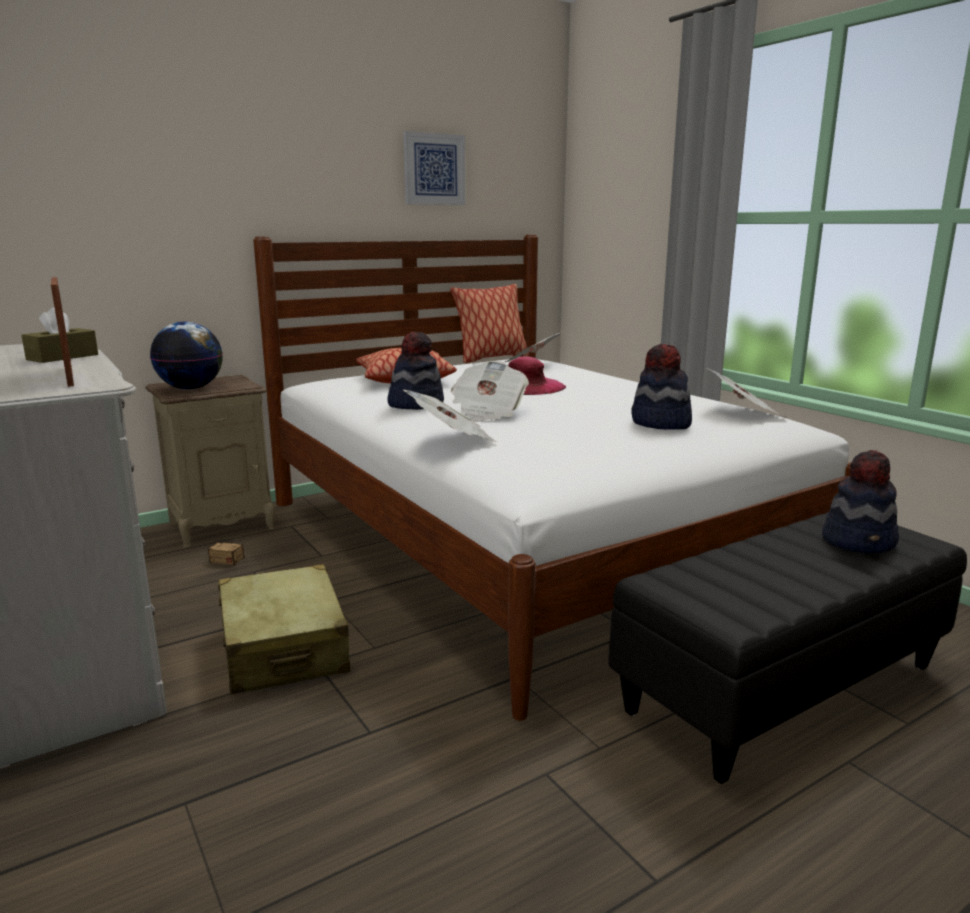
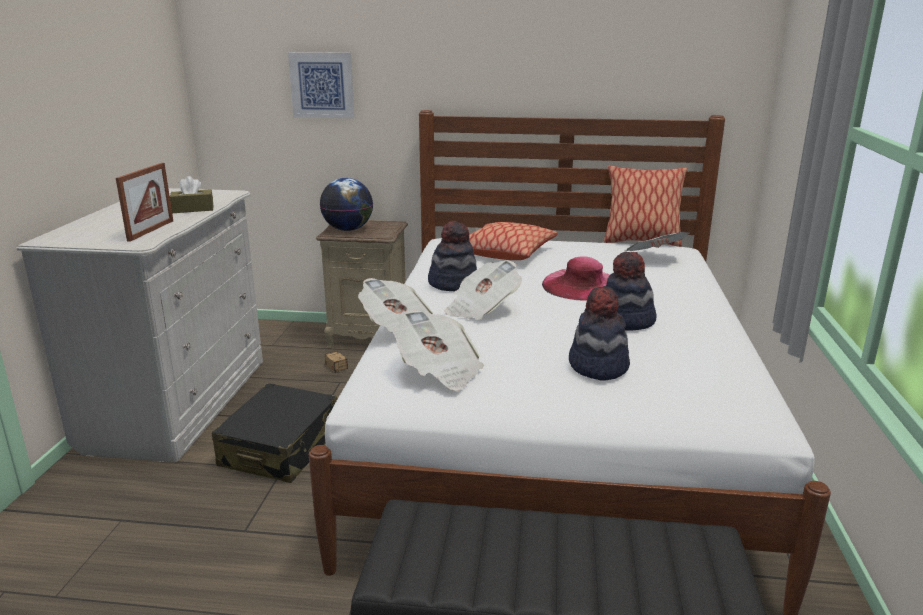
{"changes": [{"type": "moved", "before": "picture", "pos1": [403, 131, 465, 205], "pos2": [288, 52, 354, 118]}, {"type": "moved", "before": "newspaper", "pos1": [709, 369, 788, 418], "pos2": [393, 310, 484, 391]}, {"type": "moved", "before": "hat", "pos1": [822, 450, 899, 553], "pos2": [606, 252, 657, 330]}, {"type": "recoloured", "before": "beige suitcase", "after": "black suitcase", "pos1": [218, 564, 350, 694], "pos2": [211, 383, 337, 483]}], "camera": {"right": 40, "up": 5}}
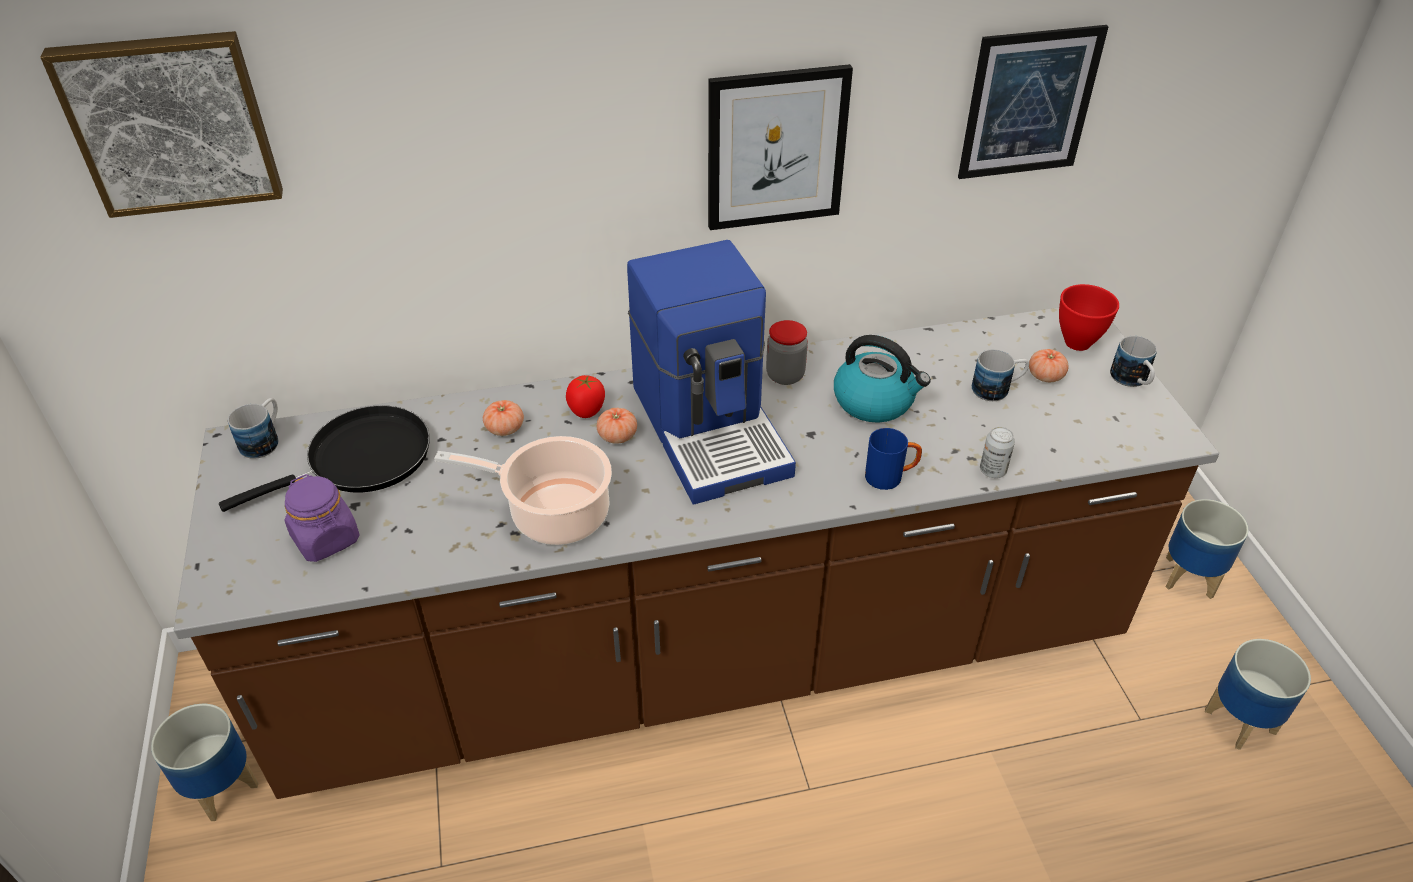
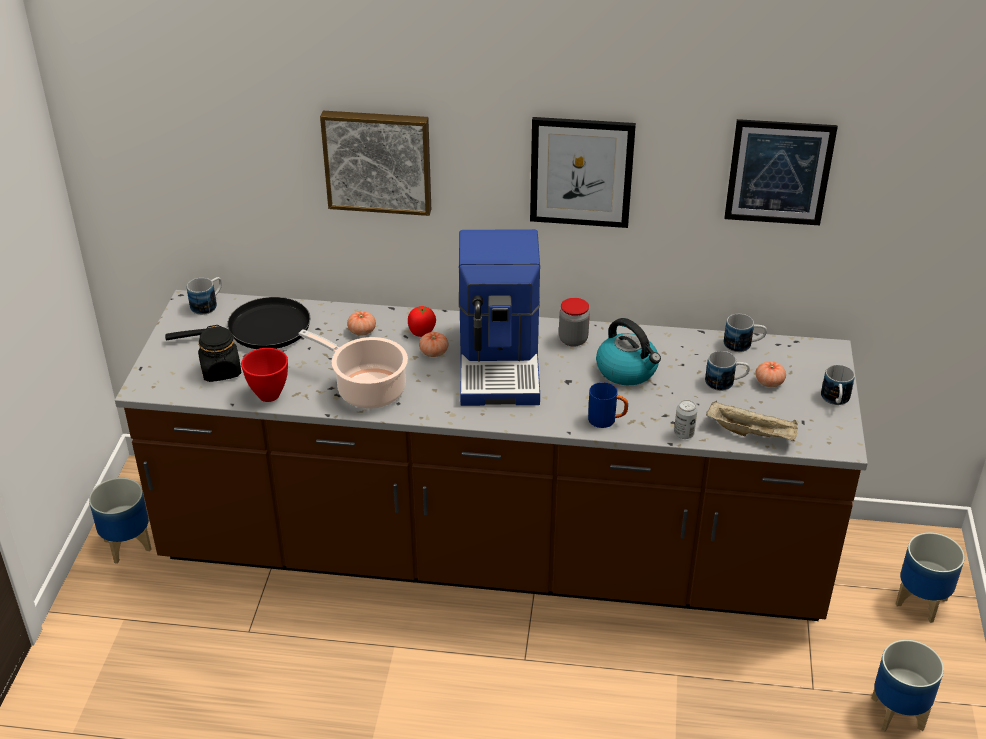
{"changes": [{"type": "moved", "before": "picture", "pos1": [40, 31, 283, 218], "pos2": [320, 111, 431, 216]}, {"type": "moved", "before": "red bowl", "pos1": [1059, 284, 1119, 351], "pos2": [241, 348, 288, 402]}, {"type": "recoloured", "before": "purple jar", "after": "black jar", "pos1": [285, 474, 360, 562], "pos2": [198, 325, 241, 382]}, {"type": "added", "after": "mug", "pos2": [724, 314, 767, 352]}, {"type": "added", "after": "beige tray", "pos2": [706, 401, 798, 441]}], "camera": {"right": 20, "up": -5}}
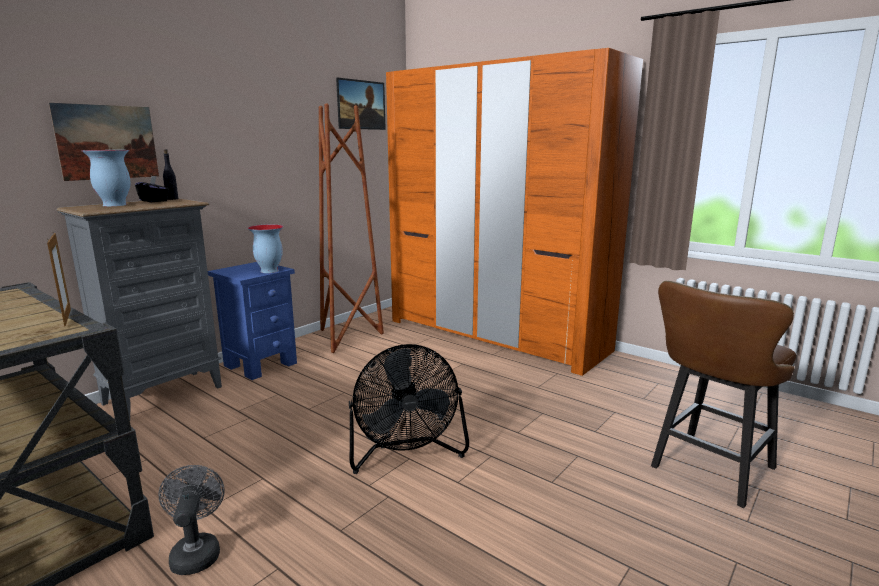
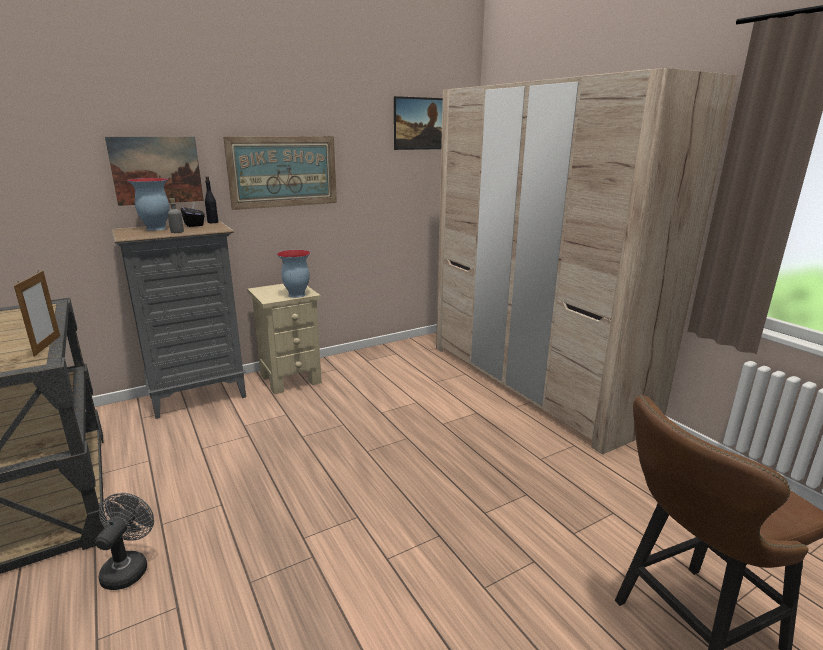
{"changes": [{"type": "recoloured", "before": "orange wardrobe", "after": "beige wardrobe", "pos1": [386, 48, 643, 376], "pos2": [436, 68, 738, 454]}, {"type": "removed", "before": "brown clothes rack", "pos1": [319, 103, 384, 353]}, {"type": "recoloured", "before": "blue nightstand", "after": "beige nightstand", "pos1": [208, 262, 297, 380], "pos2": [247, 284, 322, 395]}, {"type": "removed", "before": "black fan", "pos1": [349, 344, 469, 474]}, {"type": "added", "after": "picture", "pos2": [223, 136, 337, 210]}, {"type": "added", "after": "grey bottle", "pos2": [168, 198, 184, 233]}], "camera": {"right": 20, "up": 5}}
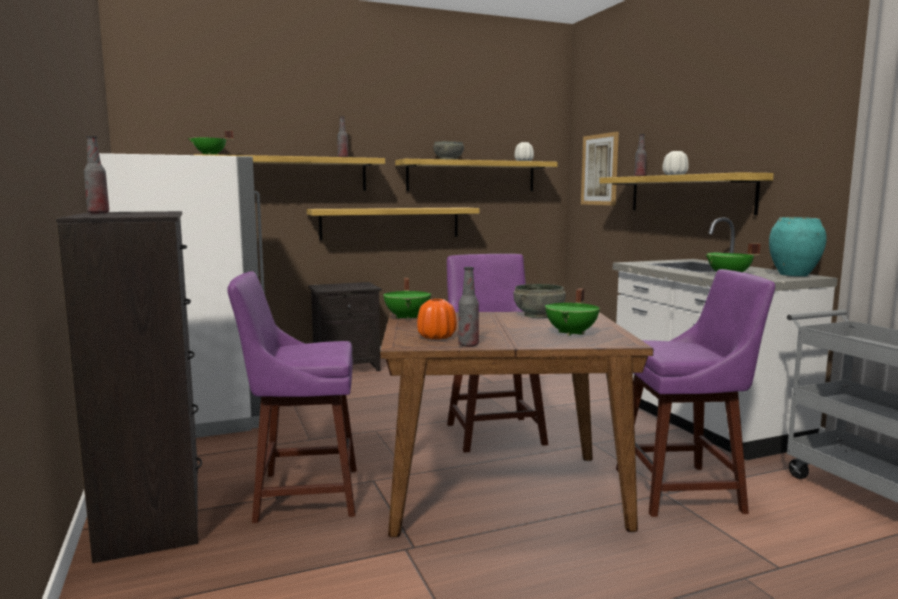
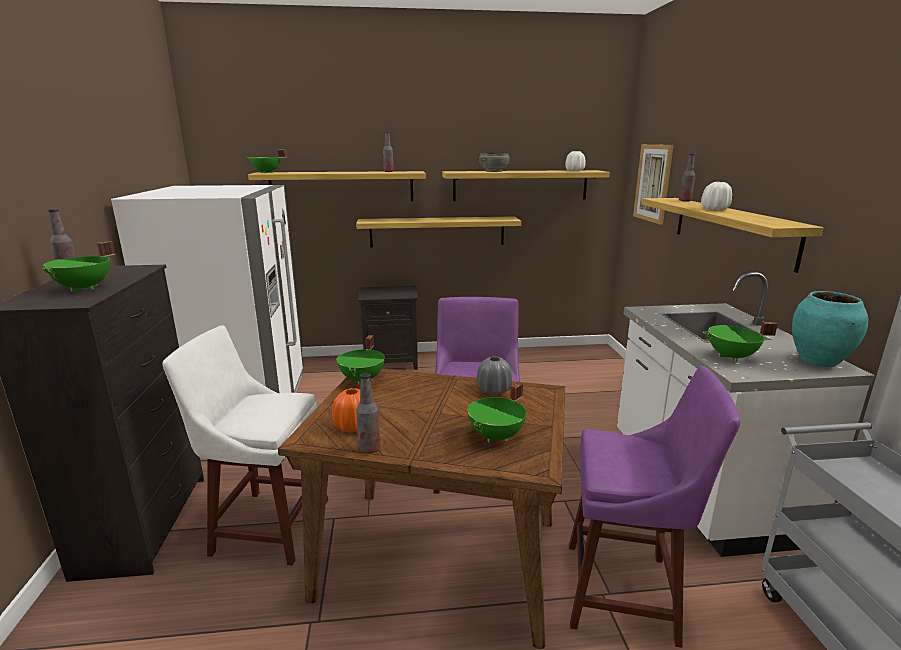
{"changes": [{"type": "recoloured", "before": "purple chair", "after": "white chair", "pos1": [227, 271, 357, 523], "pos2": [163, 326, 329, 565]}, {"type": "replaced", "before": "grey bowl", "after": "grey vase", "pos1": [514, 284, 566, 318], "pos2": [476, 356, 512, 395]}, {"type": "added", "after": "green cooking pot", "pos2": [41, 241, 115, 292]}], "camera": {"right": 15, "up": 10}}
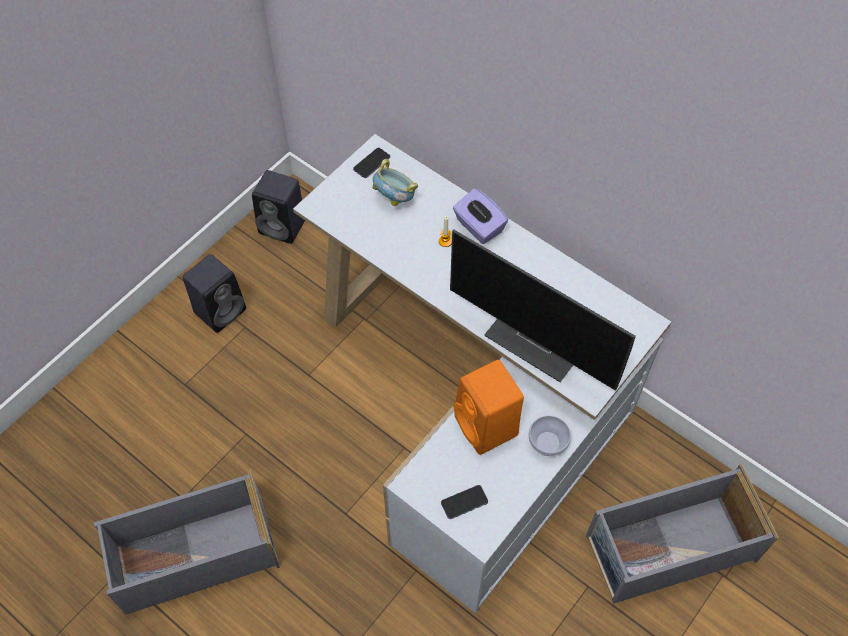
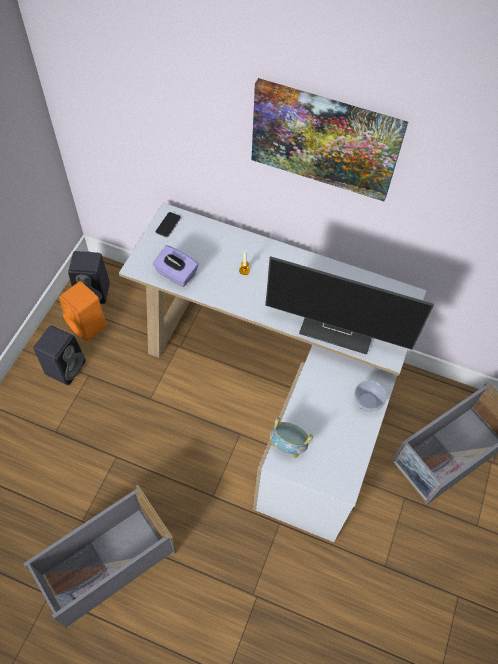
{"changes": [{"type": "moved", "before": "bowl", "pos1": [372, 159, 418, 206], "pos2": [270, 417, 313, 458]}, {"type": "moved", "before": "purple tissue box", "pos1": [453, 188, 508, 244], "pos2": [153, 245, 198, 287]}, {"type": "moved", "before": "orange speaker", "pos1": [454, 360, 524, 455], "pos2": [59, 281, 107, 341]}, {"type": "removed", "before": "phone", "pos1": [441, 485, 488, 519]}, {"type": "added", "after": "picture", "pos2": [252, 78, 408, 201]}], "camera": {"right": -20, "up": 0}}
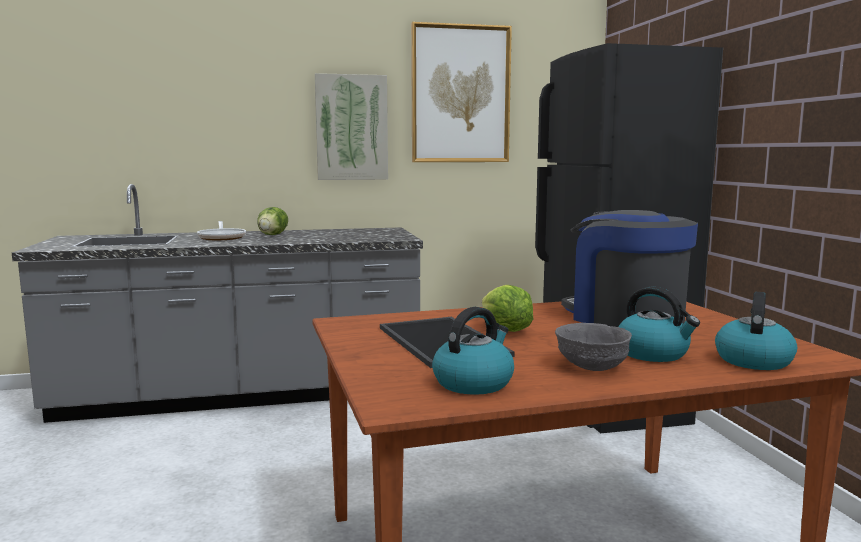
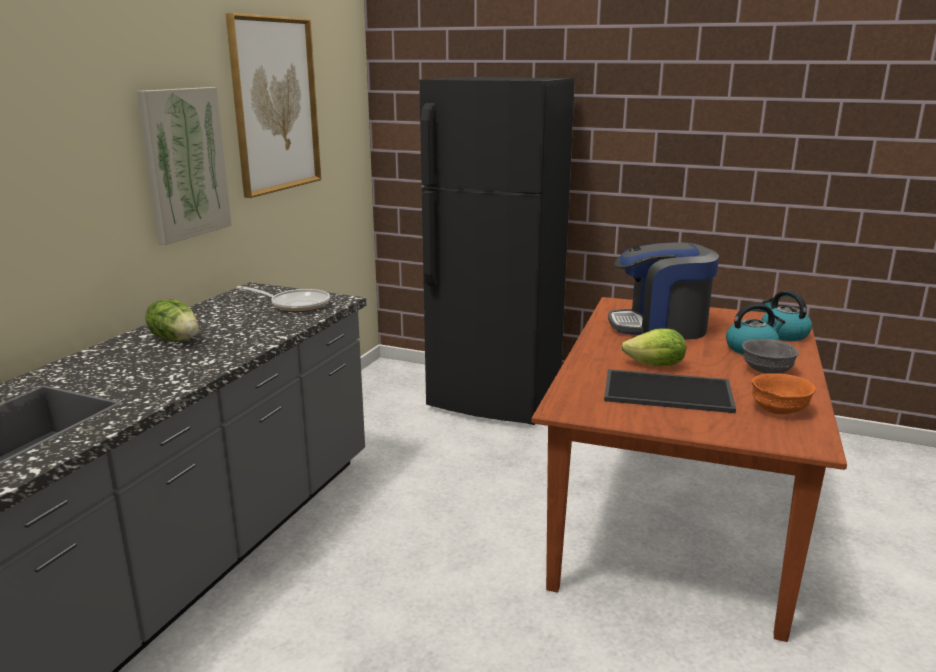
{"changes": [{"type": "moved", "before": "frying pan", "pos1": [197, 221, 246, 240], "pos2": [236, 286, 330, 312]}, {"type": "replaced", "before": "kettle", "after": "orange bowl", "pos1": [432, 307, 514, 395], "pos2": [752, 373, 816, 414]}], "camera": {"right": -55, "up": 10}}
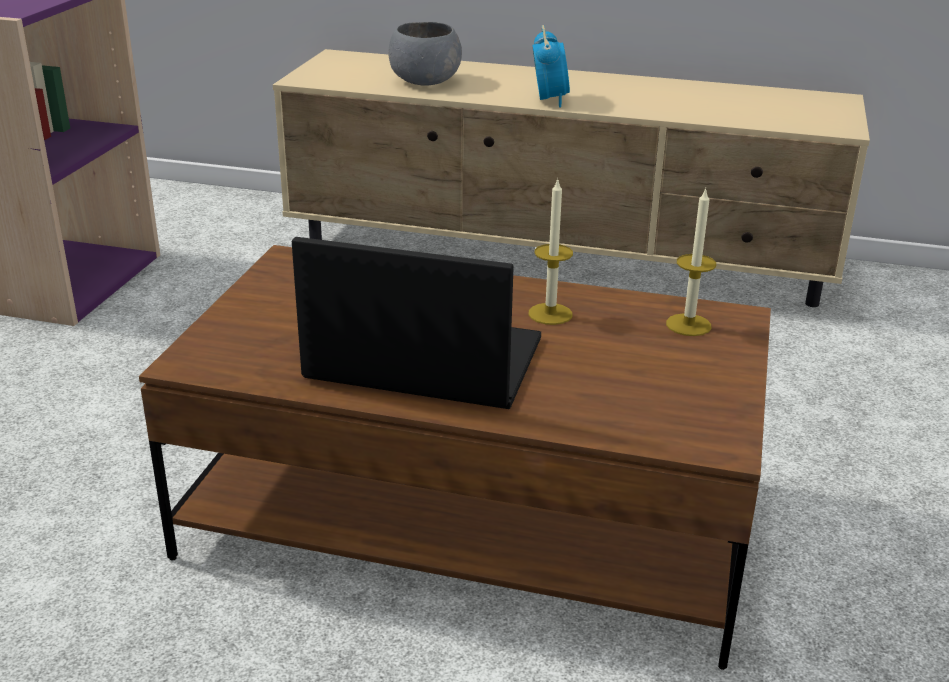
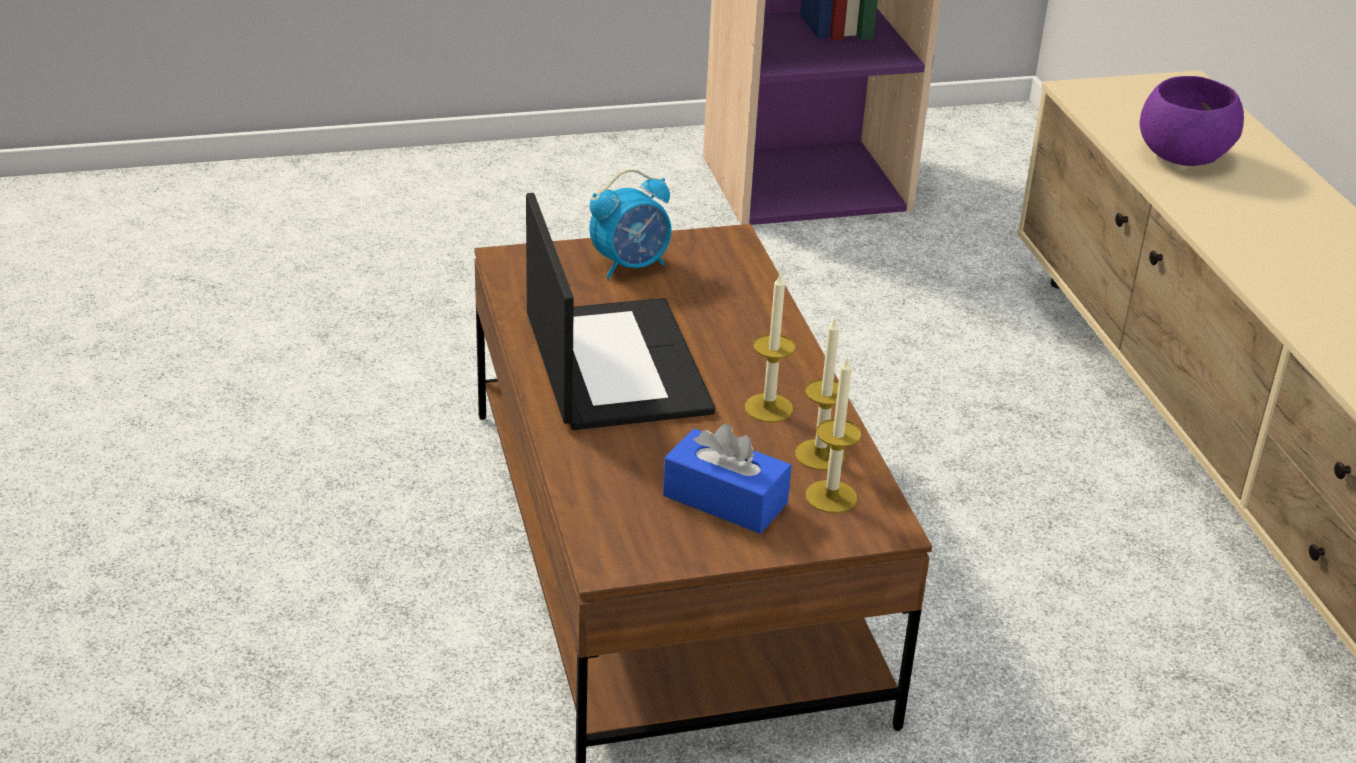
{"changes": [{"type": "recoloured", "before": "grey bowl", "after": "purple bowl", "pos1": [389, 22, 462, 86], "pos2": [1140, 76, 1244, 166]}, {"type": "moved", "before": "alarm clock", "pos1": [532, 25, 570, 107], "pos2": [590, 169, 671, 279]}, {"type": "added", "after": "candle", "pos2": [795, 318, 845, 470]}, {"type": "added", "after": "blue tissue box", "pos2": [663, 424, 792, 534]}], "camera": {"right": 60, "up": 5}}
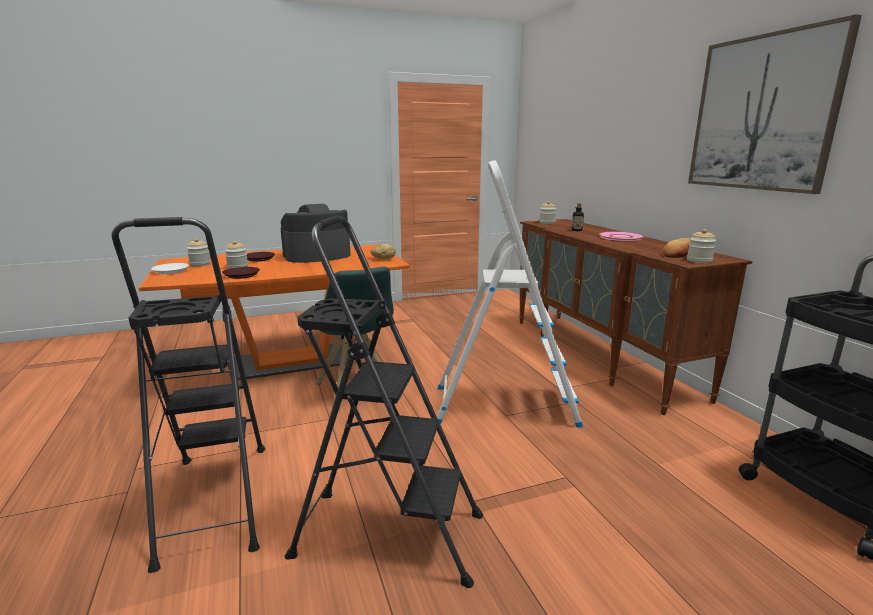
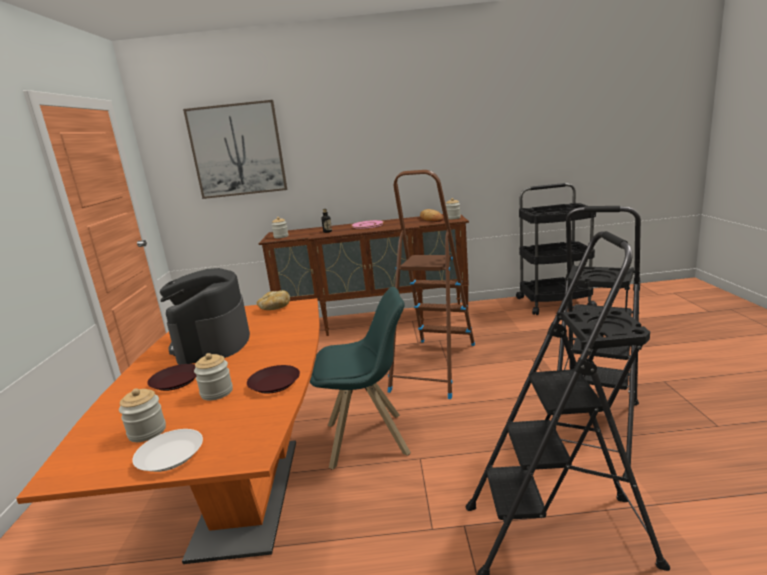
{"changes": [{"type": "moved", "before": "picture", "pos1": [688, 14, 862, 194], "pos2": [183, 100, 287, 199]}, {"type": "recoloured", "before": "white step ladder", "after": "brown step ladder", "pos1": [437, 160, 584, 428], "pos2": [388, 170, 475, 399]}], "camera": {"right": -70, "up": 0}}
